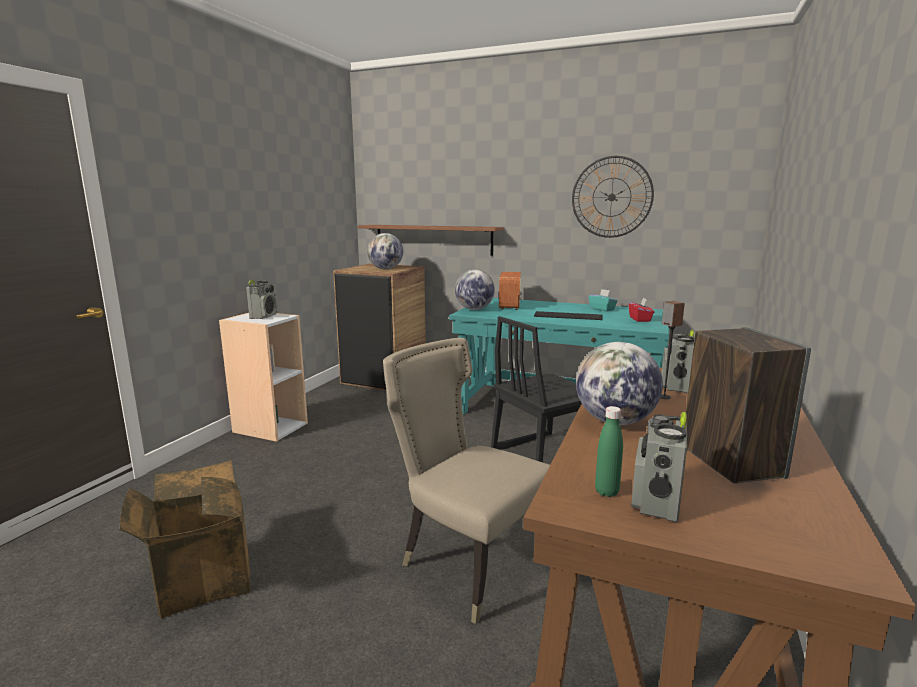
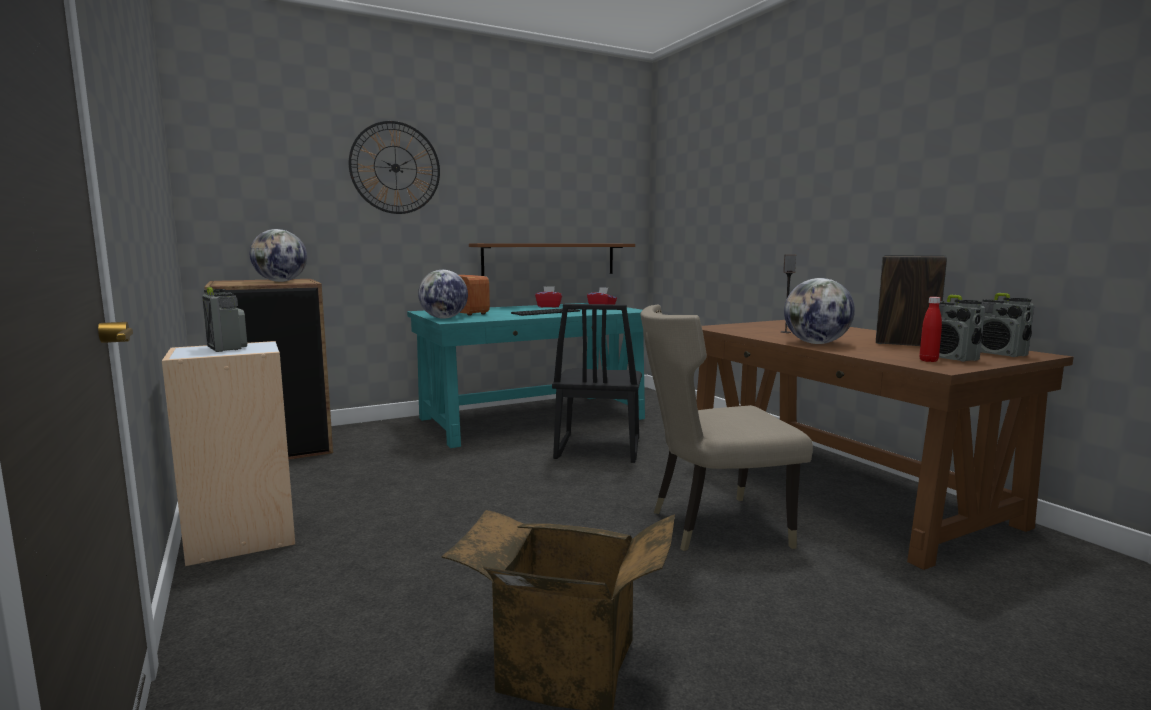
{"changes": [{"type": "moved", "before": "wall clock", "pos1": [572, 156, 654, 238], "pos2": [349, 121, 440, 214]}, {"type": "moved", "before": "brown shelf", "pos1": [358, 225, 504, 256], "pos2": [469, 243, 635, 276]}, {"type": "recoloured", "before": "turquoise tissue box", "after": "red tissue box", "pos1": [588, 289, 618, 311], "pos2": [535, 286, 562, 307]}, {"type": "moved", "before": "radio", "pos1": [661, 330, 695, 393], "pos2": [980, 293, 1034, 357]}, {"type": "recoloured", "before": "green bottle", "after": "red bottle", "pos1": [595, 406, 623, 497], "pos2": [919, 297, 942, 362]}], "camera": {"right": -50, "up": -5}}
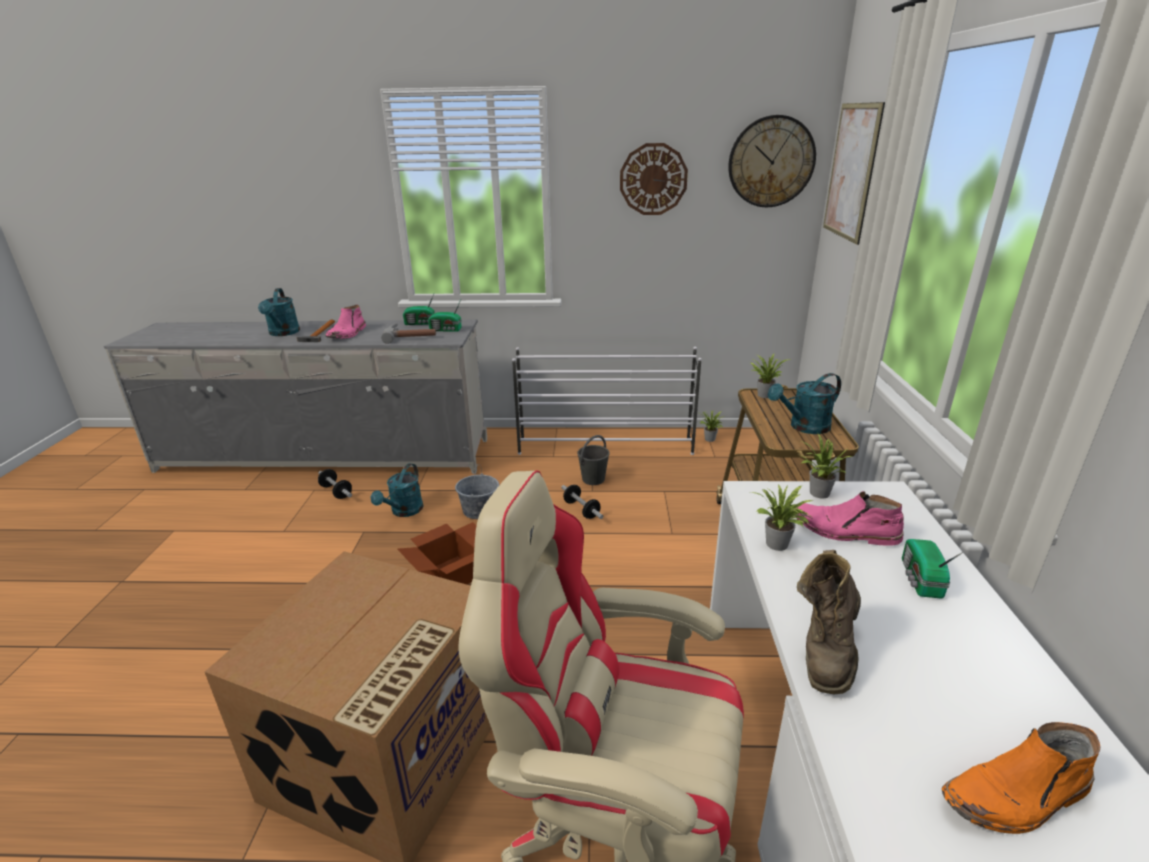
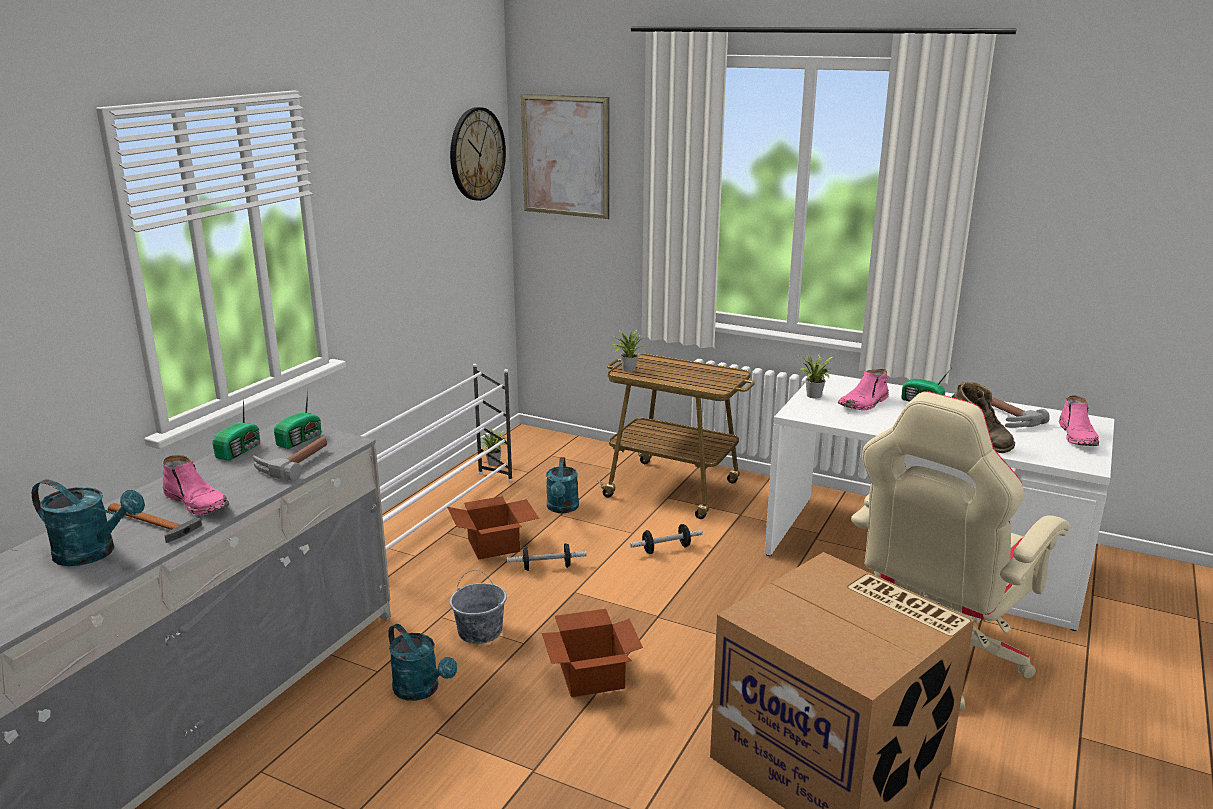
{"changes": [{"type": "removed", "before": "wall clock", "pos1": [620, 143, 688, 215]}, {"type": "moved", "before": "turquoise watering can", "pos1": [768, 373, 841, 434], "pos2": [546, 457, 579, 513]}, {"type": "replaced", "before": "grey bucket", "after": "cardboard box", "pos1": [577, 435, 610, 485], "pos2": [447, 496, 539, 560]}, {"type": "moved", "before": "dumbbell", "pos1": [318, 469, 352, 499], "pos2": [630, 524, 703, 554]}, {"type": "removed", "before": "potted plant", "pos1": [750, 484, 813, 551]}, {"type": "recoloured", "before": "orange boot", "after": "pink boot", "pos1": [942, 722, 1100, 834], "pos2": [1059, 395, 1099, 446]}, {"type": "added", "after": "hammer", "pos2": [992, 397, 1050, 428]}], "camera": {"right": -65, "up": -5}}
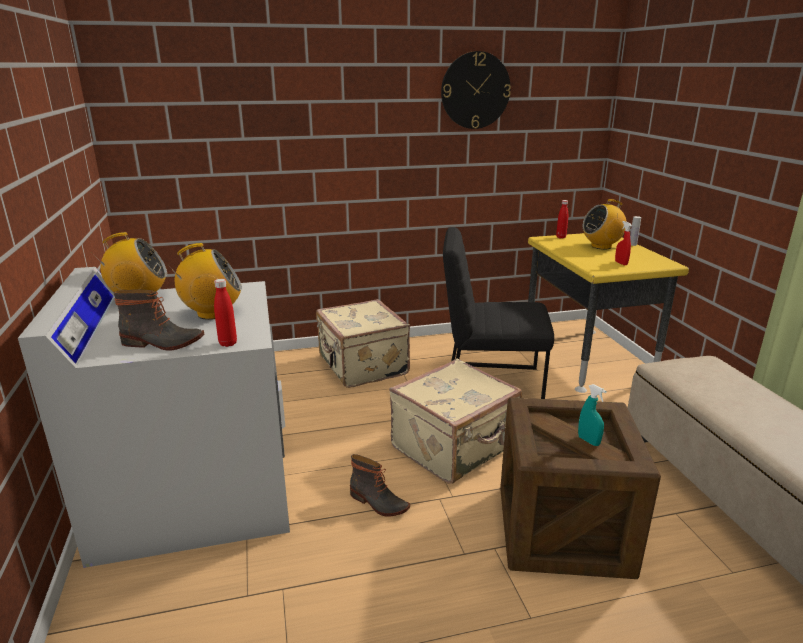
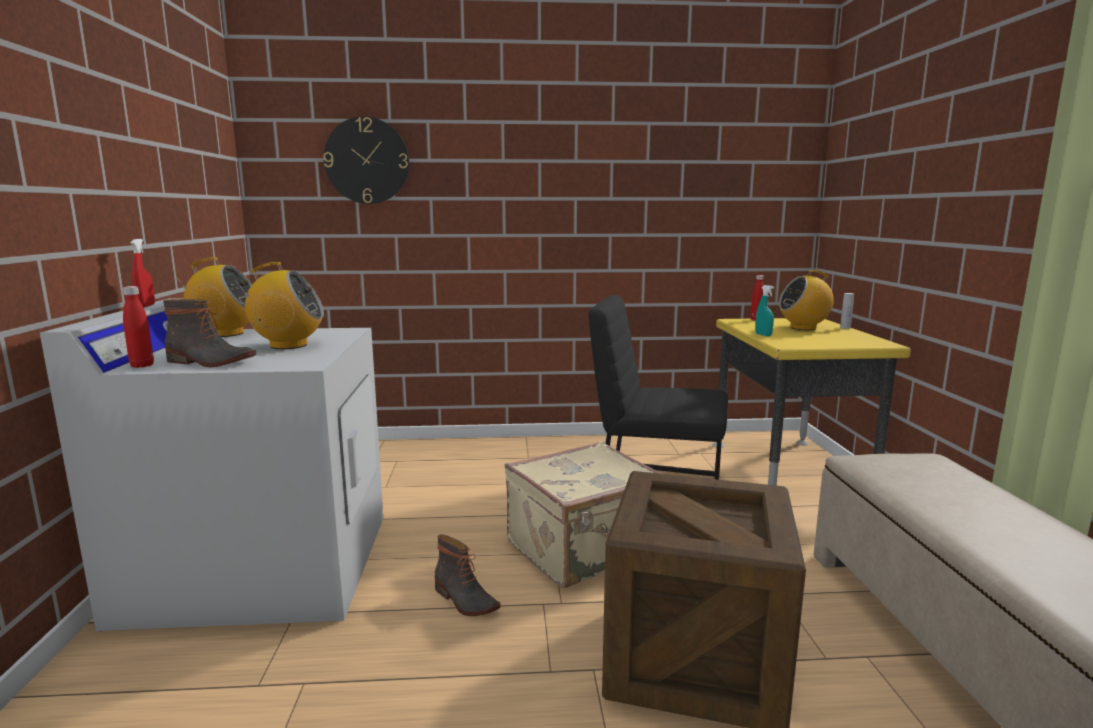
{"changes": [{"type": "moved", "before": "wall clock", "pos1": [441, 51, 511, 129], "pos2": [323, 116, 409, 204]}, {"type": "moved", "before": "red spray bottle", "pos1": [615, 221, 632, 265], "pos2": [131, 239, 155, 307]}, {"type": "moved", "before": "red bottle", "pos1": [214, 279, 237, 347], "pos2": [123, 286, 154, 368]}, {"type": "removed", "before": "beige suitcase", "pos1": [316, 299, 410, 388]}, {"type": "moved", "before": "turquoise spray bottle", "pos1": [578, 384, 607, 446], "pos2": [755, 285, 774, 336]}], "camera": {"right": 10, "up": -10}}
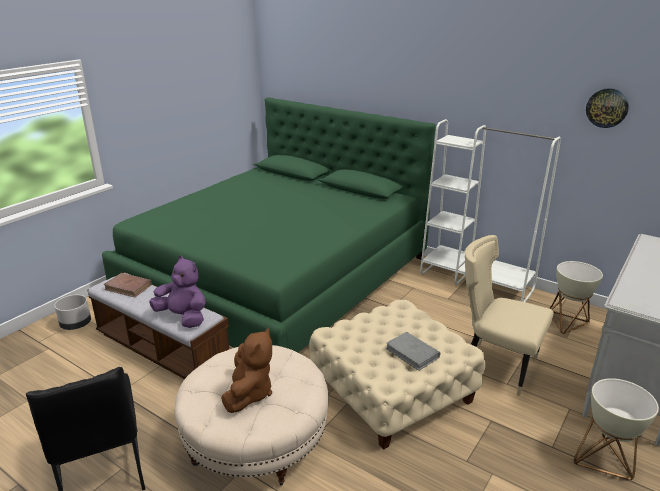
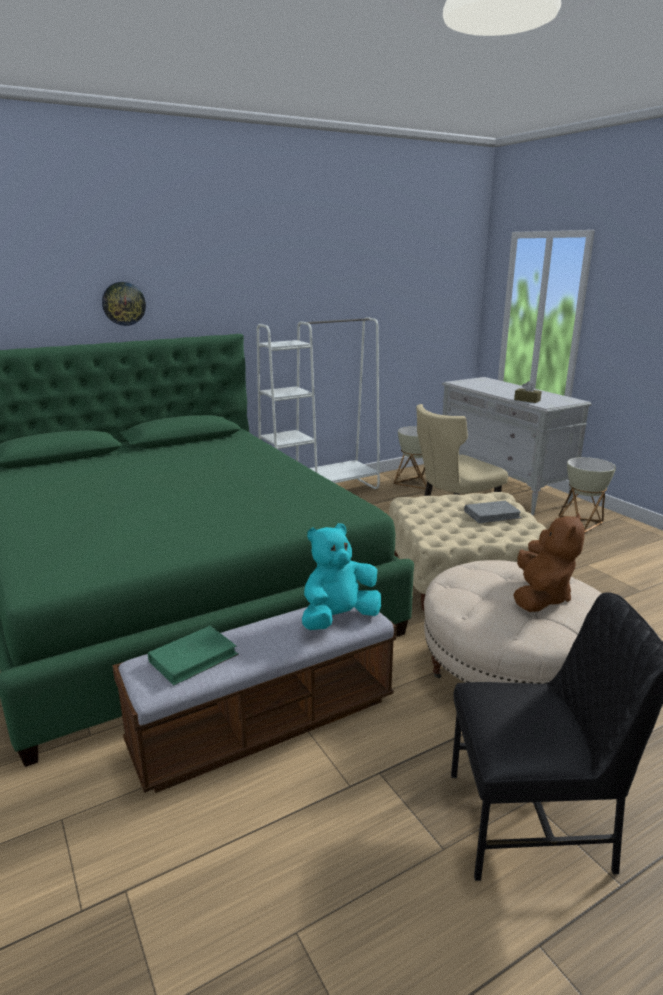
{"changes": [{"type": "moved", "before": "wall clock", "pos1": [586, 88, 629, 128], "pos2": [102, 282, 146, 326]}, {"type": "recoloured", "before": "purple plush toy", "after": "turquoise plush toy", "pos1": [149, 256, 206, 328], "pos2": [302, 523, 381, 630]}, {"type": "recoloured", "before": "brown book", "after": "green book", "pos1": [103, 273, 152, 298], "pos2": [148, 626, 239, 685]}, {"type": "removed", "before": "grey planter", "pos1": [54, 295, 91, 330]}, {"type": "turned", "before": "brown plush toy", "pos1": [221, 328, 272, 413], "pos2": [514, 513, 585, 612], "turn": 75}, {"type": "added", "after": "brown tissue box", "pos2": [514, 381, 542, 403]}], "camera": {"right": -65, "up": -5}}
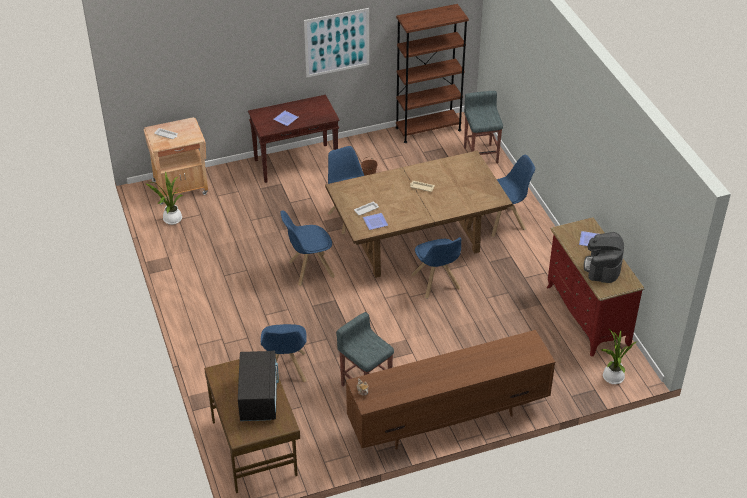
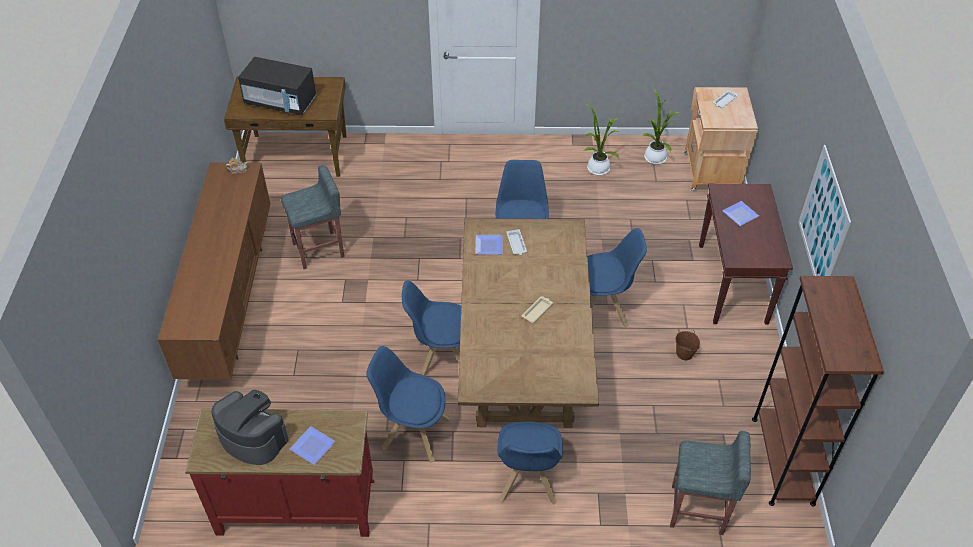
{"changes": [{"type": "moved", "before": "blue chair", "pos1": [261, 324, 307, 383], "pos2": [366, 346, 451, 463]}, {"type": "moved", "before": "potted plant", "pos1": [601, 329, 638, 384], "pos2": [584, 103, 619, 176]}], "camera": {"right": 110, "up": 5}}
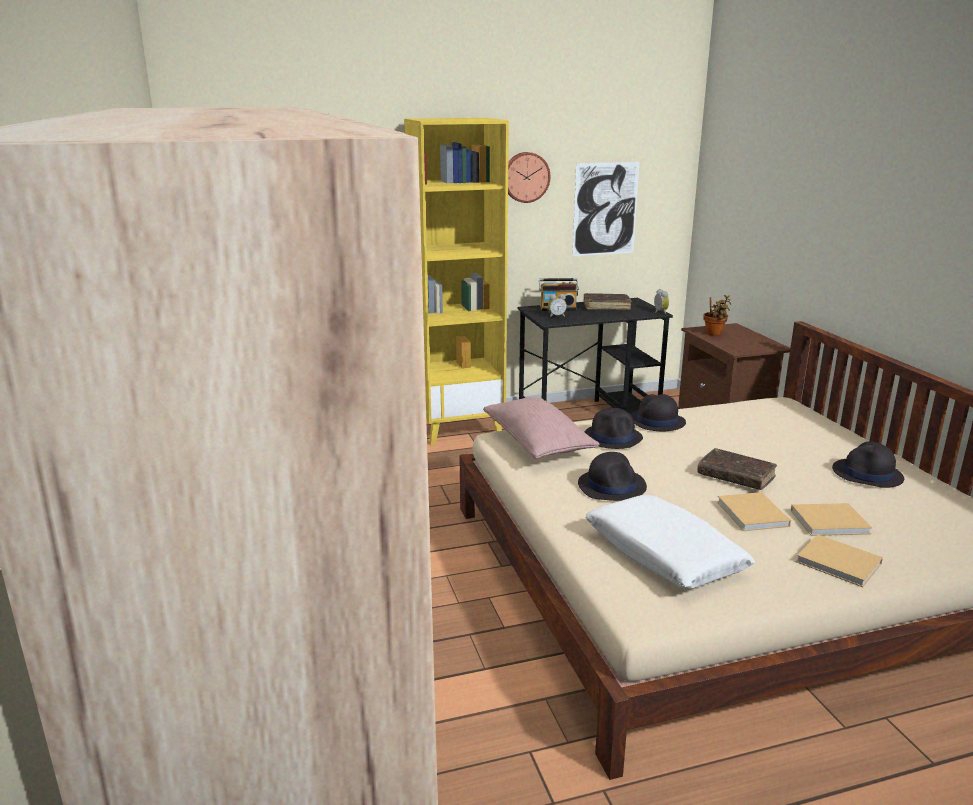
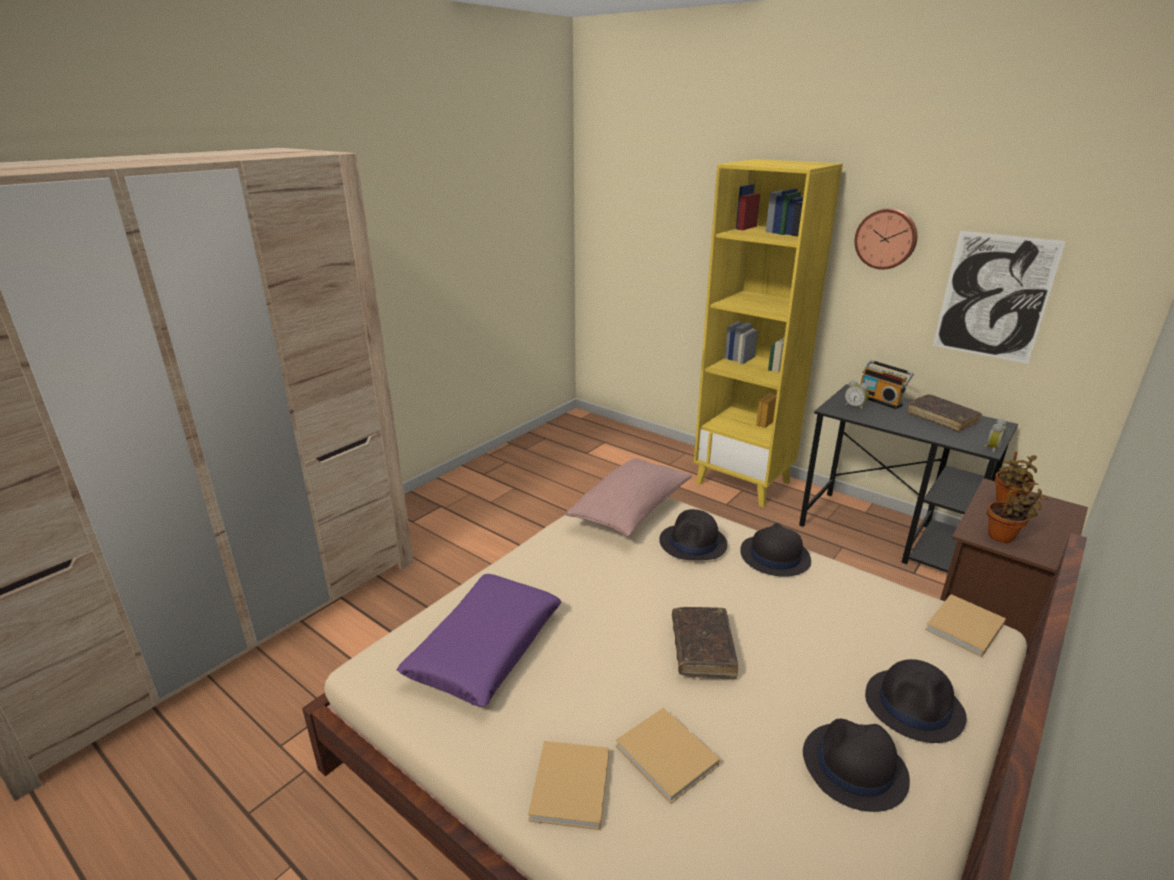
{"changes": [{"type": "moved", "before": "black hat", "pos1": [578, 452, 647, 501], "pos2": [865, 659, 967, 743]}, {"type": "moved", "before": "beige book", "pos1": [717, 492, 791, 531], "pos2": [925, 594, 1006, 657]}, {"type": "recoloured", "before": "white pillow", "after": "purple pillow", "pos1": [585, 495, 755, 589], "pos2": [397, 574, 561, 707]}, {"type": "added", "after": "potted plant", "pos2": [987, 477, 1048, 543]}], "camera": {"right": 55, "up": 5}}
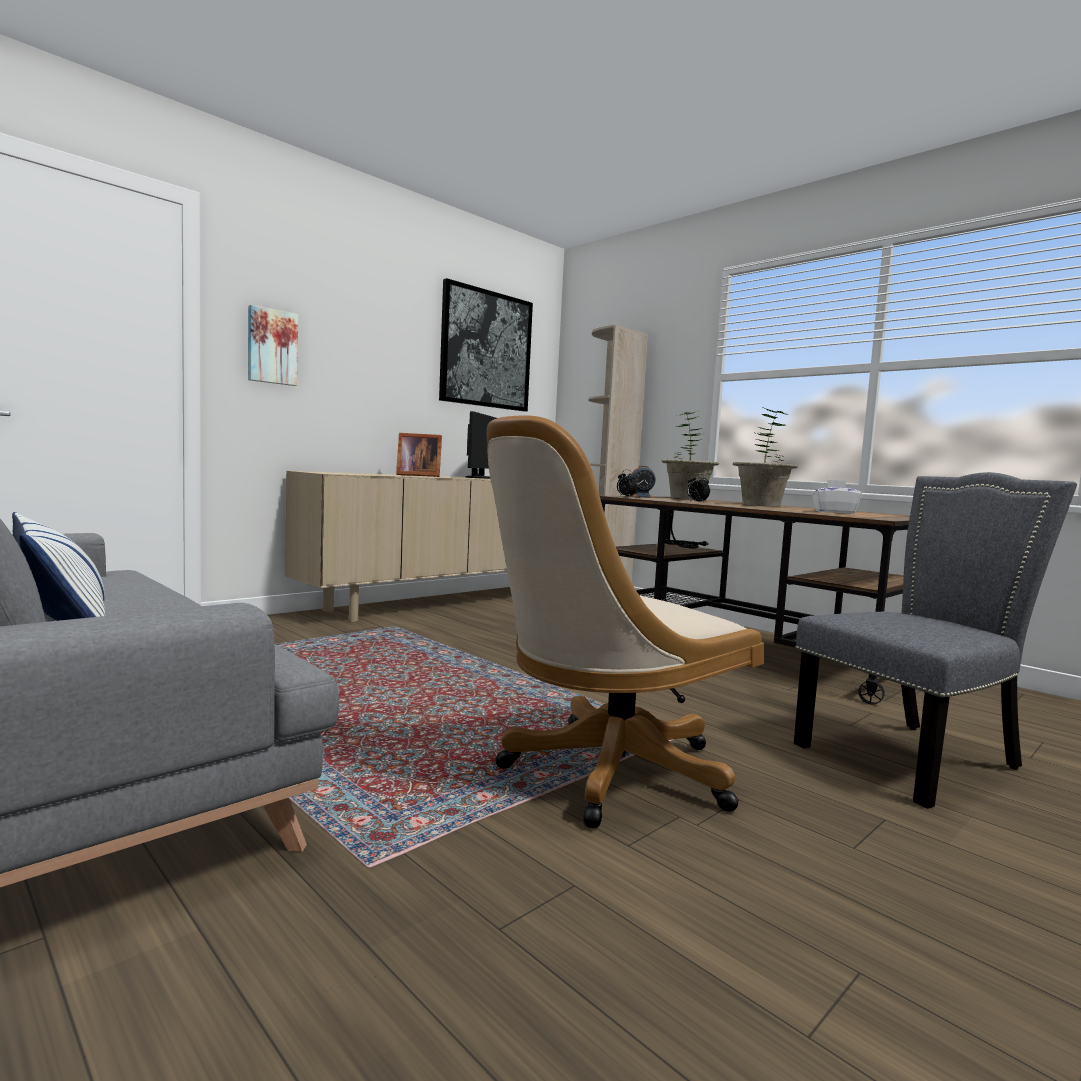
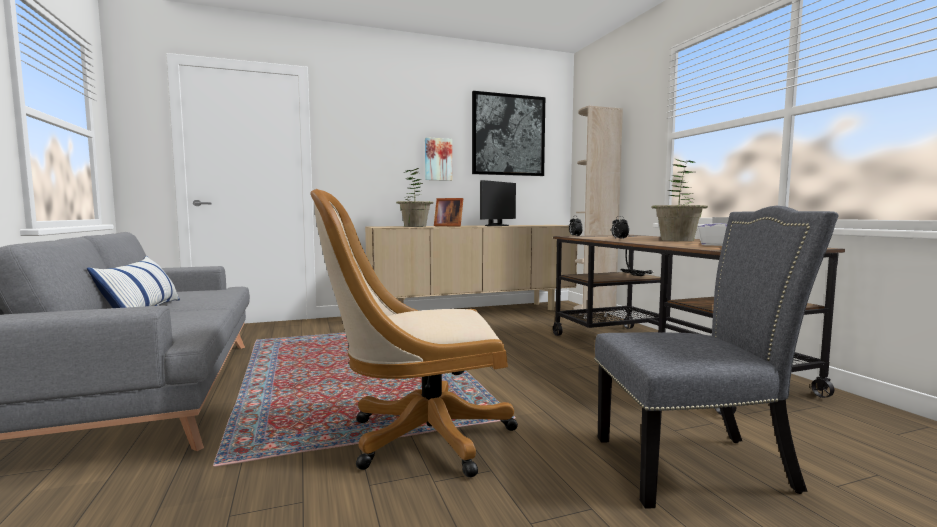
{"changes": [{"type": "moved", "before": "picture", "pos1": [248, 305, 298, 386], "pos2": [425, 137, 452, 181]}, {"type": "moved", "before": "potted plant", "pos1": [662, 410, 719, 500], "pos2": [396, 168, 434, 227]}, {"type": "removed", "before": "alarm clock", "pos1": [631, 466, 656, 498]}], "camera": {"right": 25, "up": 0}}
